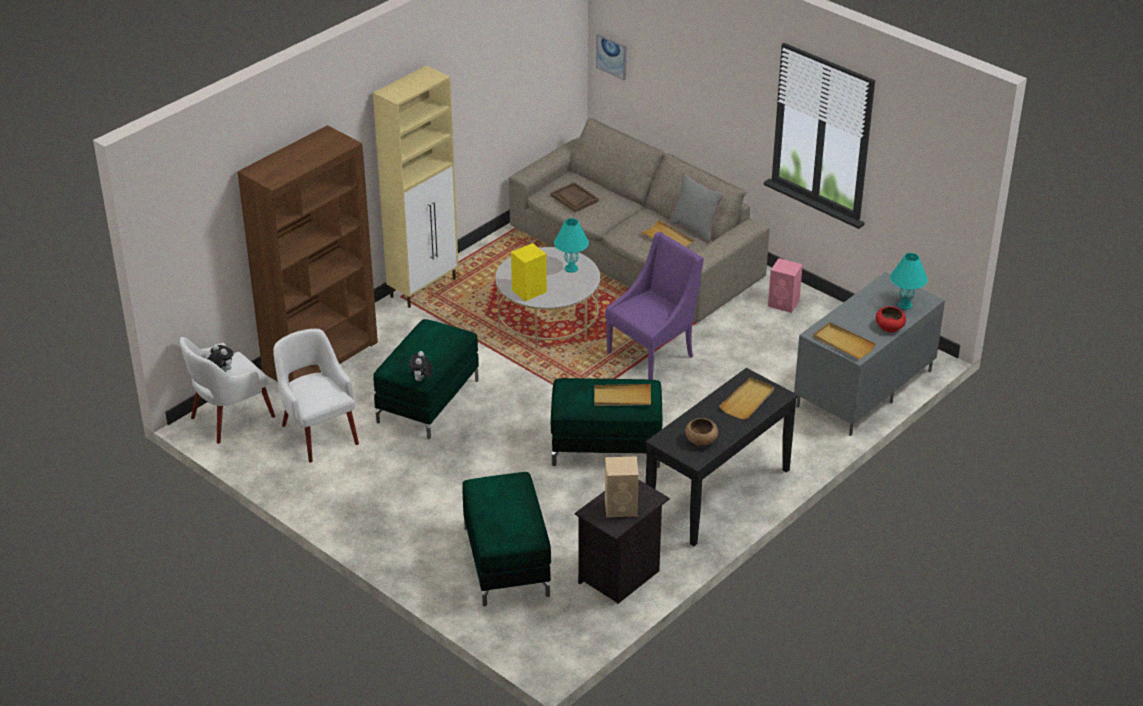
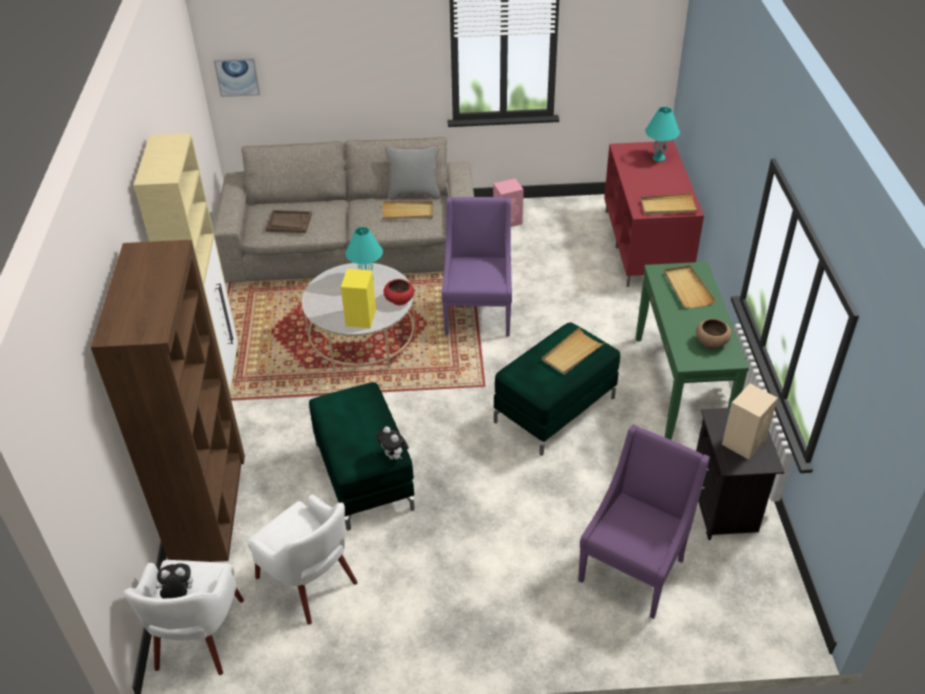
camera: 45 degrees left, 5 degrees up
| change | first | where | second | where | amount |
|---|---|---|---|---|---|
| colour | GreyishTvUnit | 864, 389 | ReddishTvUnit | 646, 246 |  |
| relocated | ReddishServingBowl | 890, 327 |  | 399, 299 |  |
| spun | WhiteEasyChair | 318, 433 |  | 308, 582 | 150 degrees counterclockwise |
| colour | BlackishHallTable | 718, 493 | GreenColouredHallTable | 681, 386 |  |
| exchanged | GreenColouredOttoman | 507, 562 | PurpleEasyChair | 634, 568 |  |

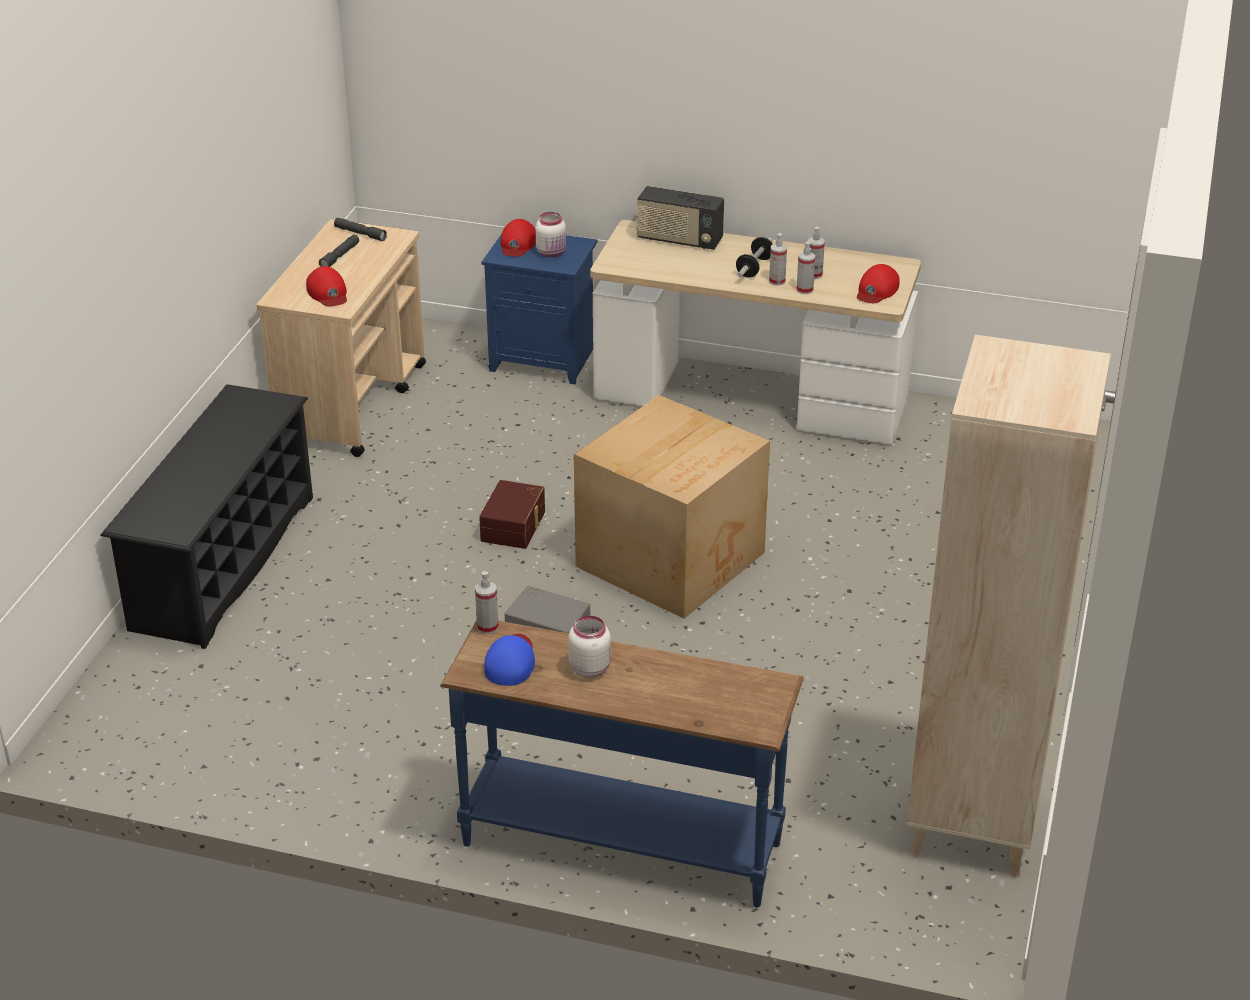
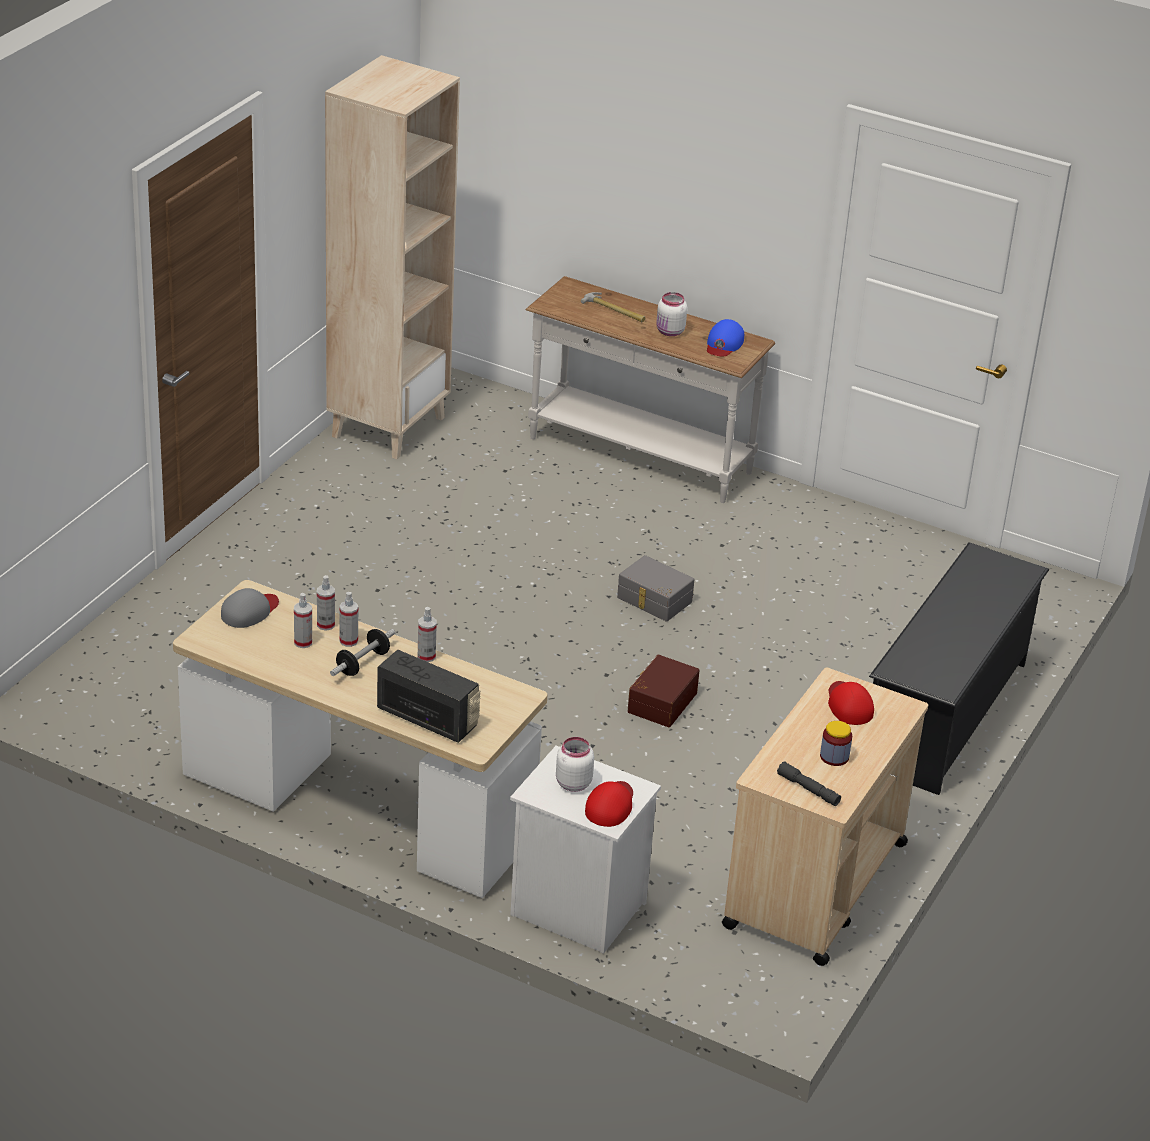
camera: 170 degrees left, 0 degrees up
| change | first | where | second | where | amount |
|---|---|---|---|---|---|
| colour | BlueColouredNightTable | 545, 359 | WhiteNightTable | 574, 909 |  |
| exchanged | GreyishFlashlight | 340, 256 | PreserveJar | 834, 757 |  |
| colour | ReddishBaseballCap | 876, 290 | GreyishBaseballCap | 249, 611 |  |
| missing | CardboardBox | 673, 559 |  |  |  |
| relocated | SprayBottle | 487, 627 |  | 426, 656 |  |
| colour | BlueColouredHallTable | 622, 842 | WhiteHallTable | 639, 456 |  |
| appeared |  |  | HandHammer | 614, 310 |  |

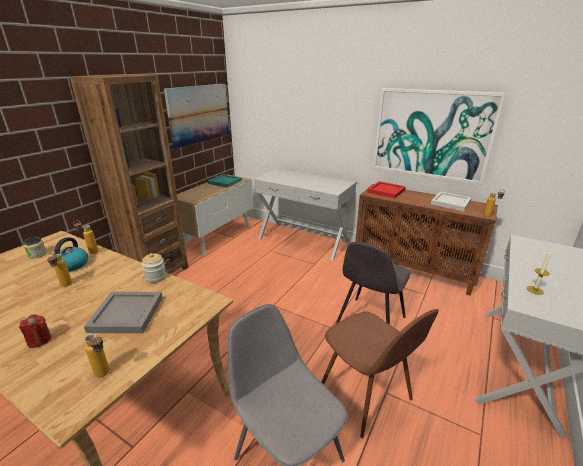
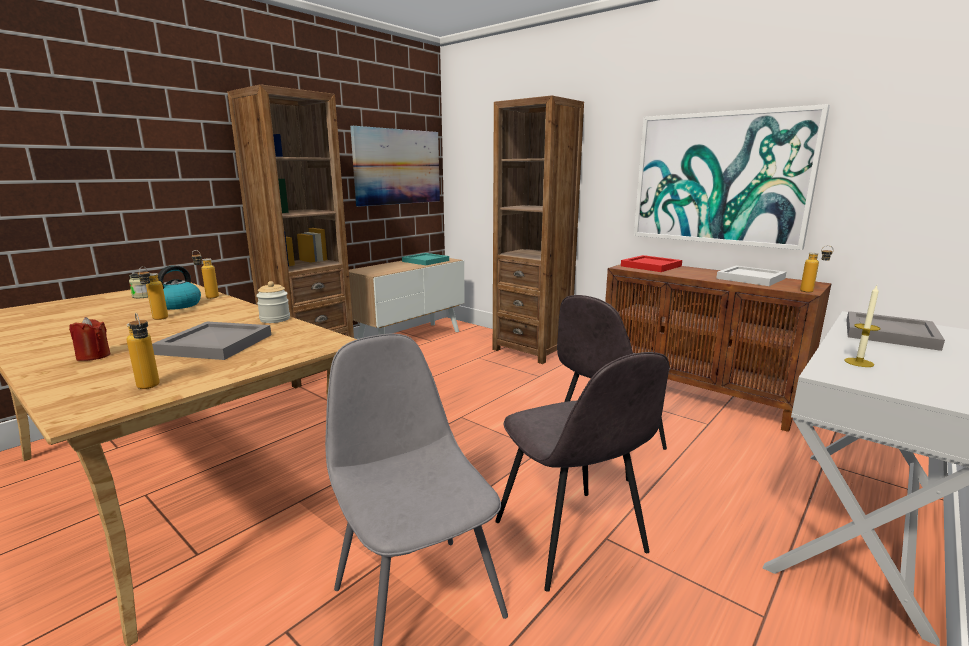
camera: 10 degrees right, 10 degrees down
| change | first | where | second | where | amount |
|---|---|---|---|---|---|
| exchanged | WhiteHallTable | 303, 240 | BrownColouredBookshelf | 532, 349 |  |
| colour | BrownColouredPlainChair | 366, 396 | GreyishPlainChair | 571, 539 |  |
| appeared |  |  | GreyishTray | 891, 334 |  |

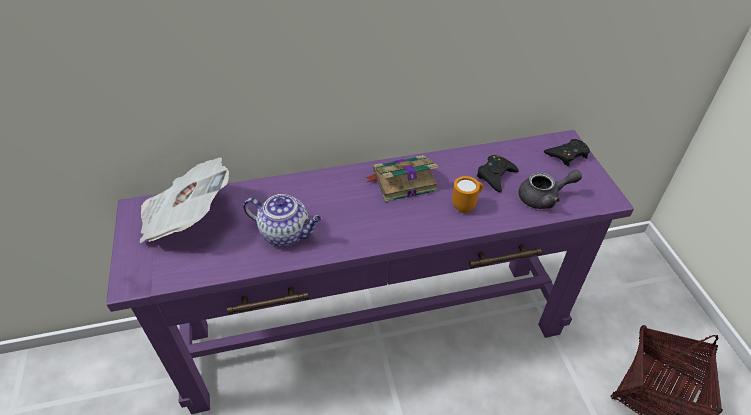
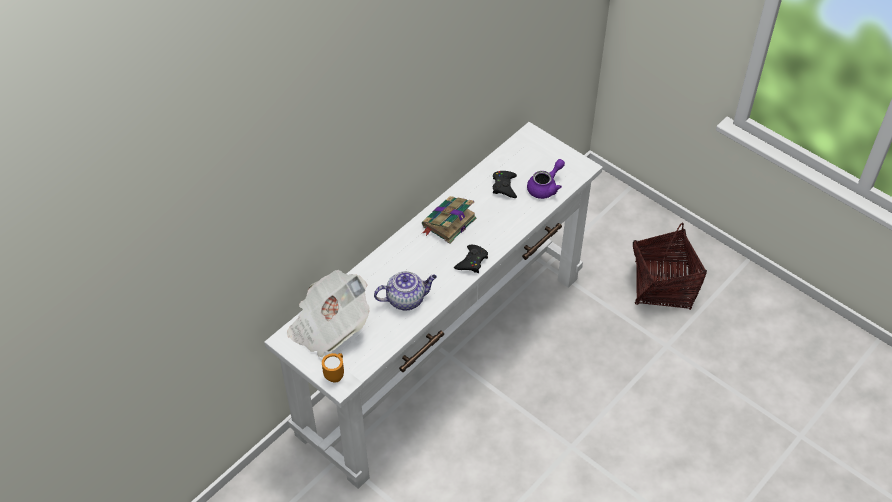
camera: 35 degrees left, 5 degrees up
| change | first | where | second | where | amount |
|---|---|---|---|---|---|
| colour | PurpleHallTable | 374, 331 | WhiteHallTable | 443, 353 |  |
| relocated | BlackishGameController | 567, 155 |  | 472, 261 |  |
| colour | GreyishPotForTea | 544, 198 | PurplePotForTea | 545, 187 |  |
| relocated | OrangeyTeaMug | 466, 206 |  | 335, 374 |  |

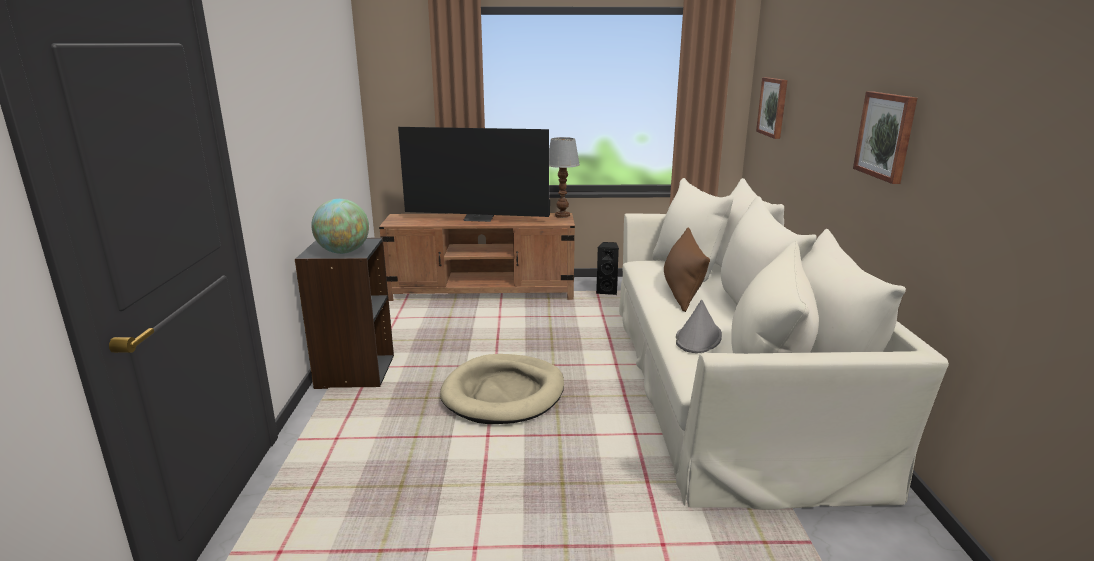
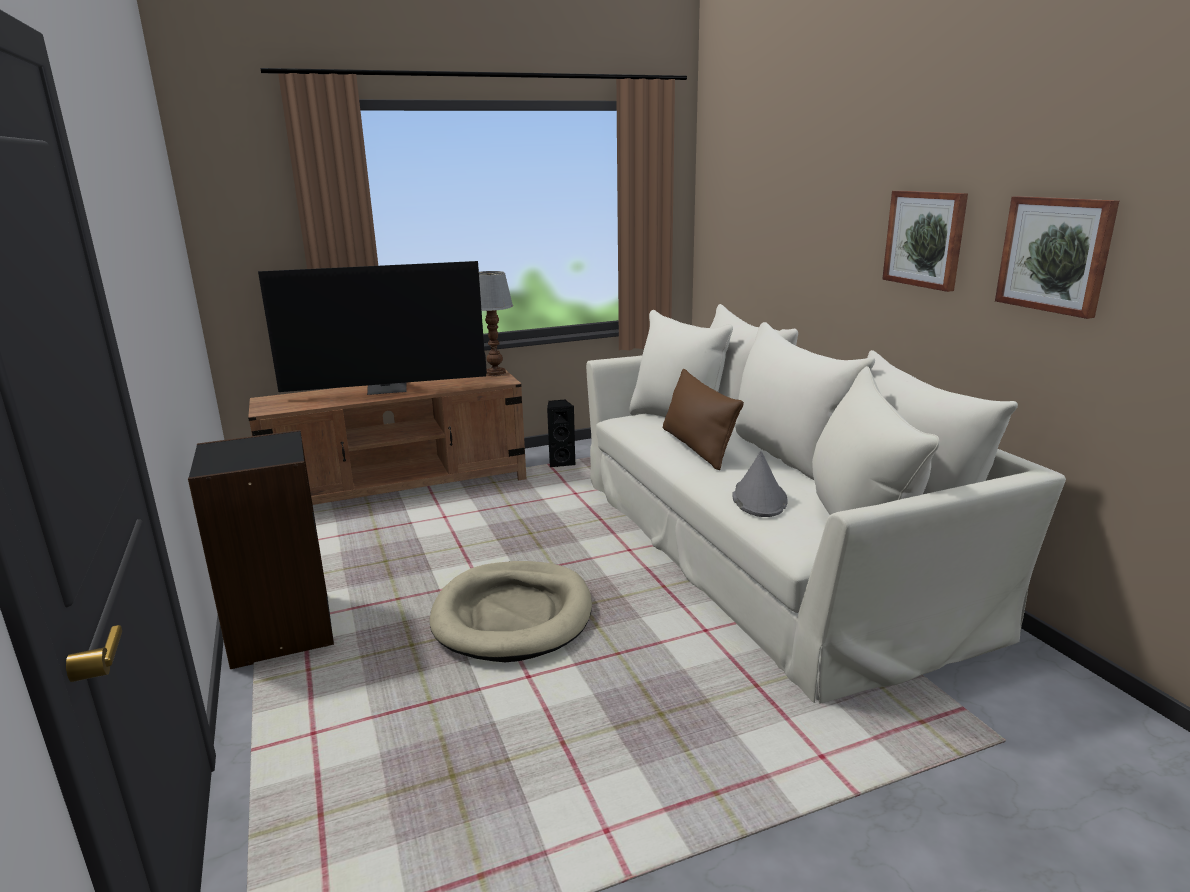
camera: 20 degrees left, 0 degrees up
| change | first | where | second | where | amount |
|---|---|---|---|---|---|
| relocated | Picture | 773, 107 |  | 1055, 254 |  |
| missing | Globe | 343, 252 |  |  |  |

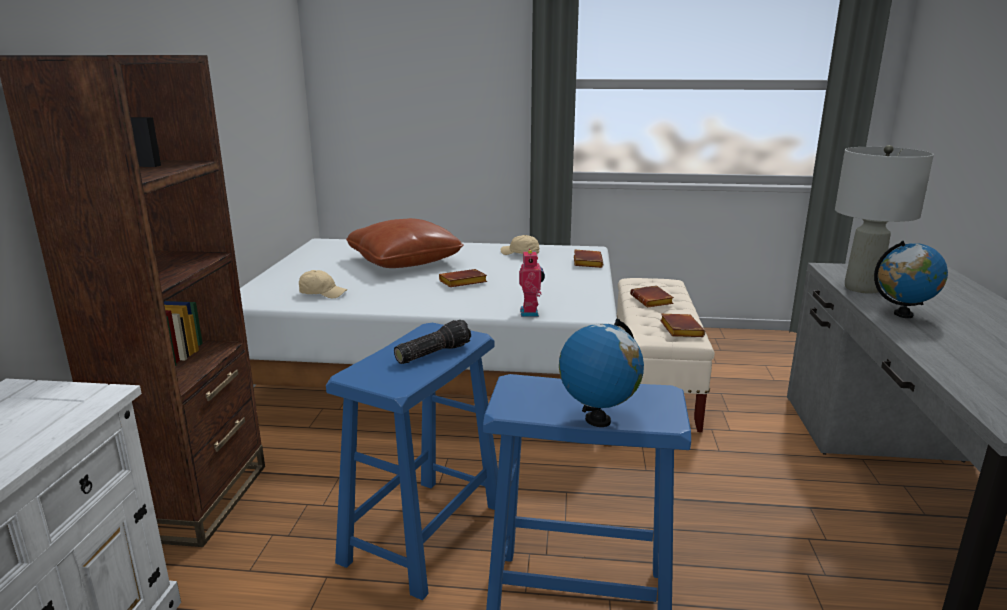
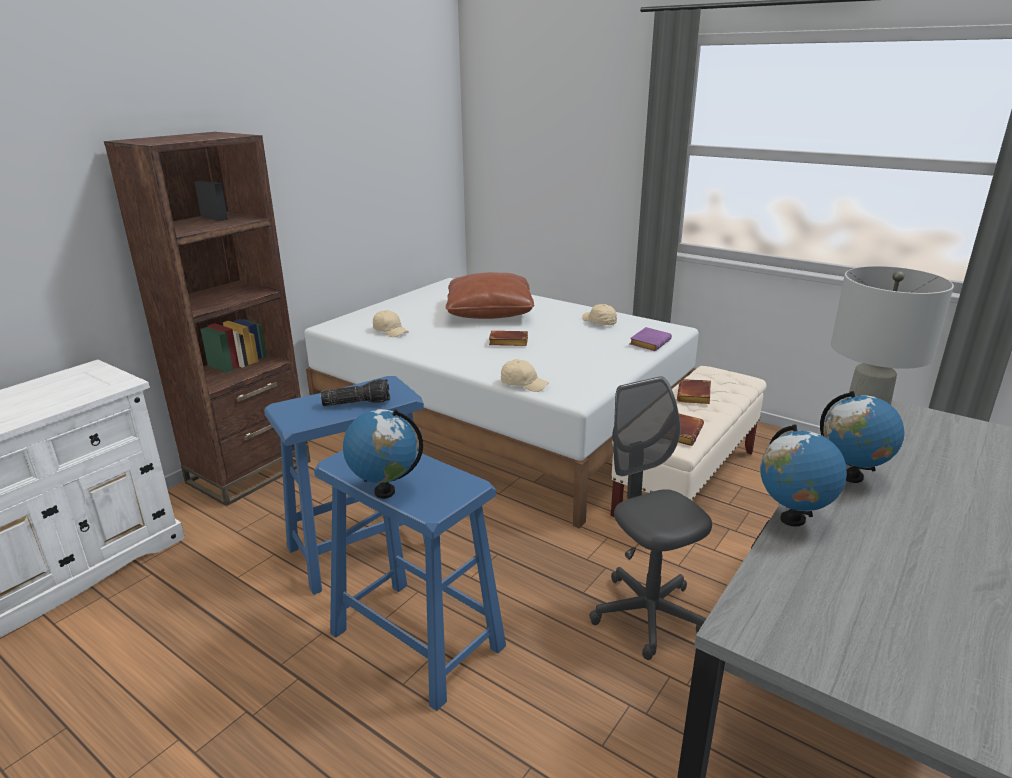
camera: 30 degrees right, 5 degrees up
| change | first | where | second | where | amount |
|---|---|---|---|---|---|
| exchanged | ModelRobot | 531, 313 | BeigeBaseballCap | 523, 384 |  |
| colour | BrownColouredBook | 586, 262 | PurpleBook | 649, 342 |  |
| appeared |  |  | GreyishComputerChair | 647, 615 |  |
| appeared |  |  | Globe | 792, 519 |  |

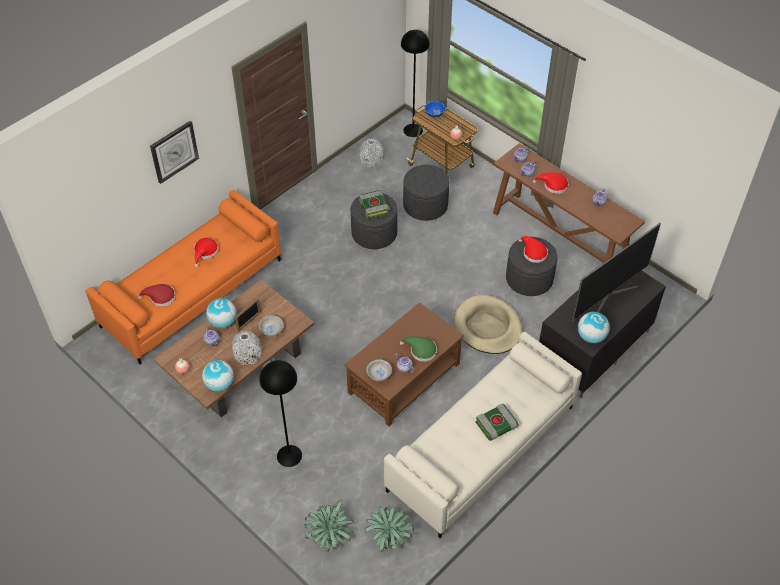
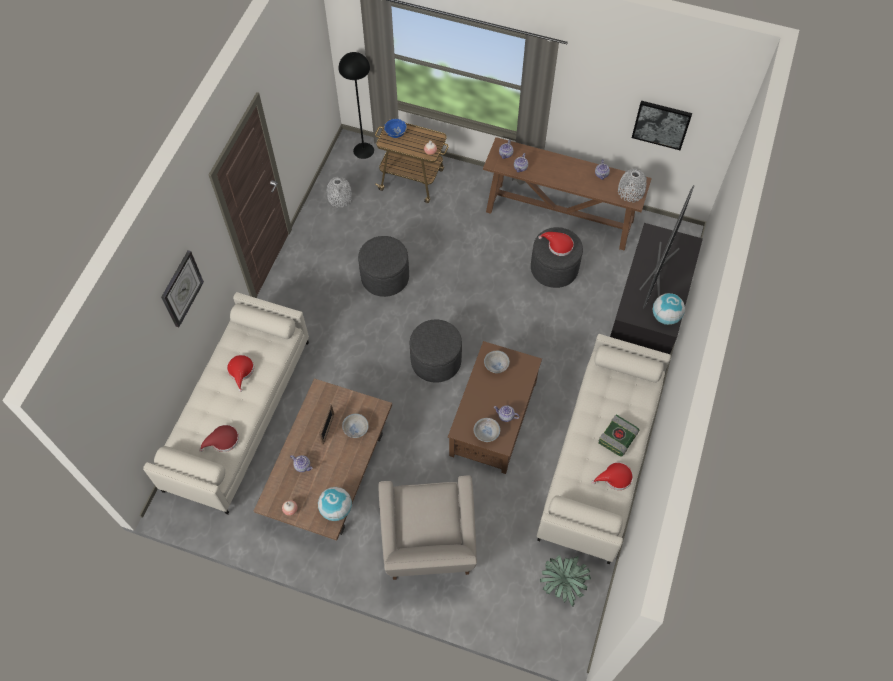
camera: 25 degrees left, 10 degrees up
| change | first | where | second | where | amount |
|---|---|---|---|---|---|
| relocated | GreyishOttoman | 425, 205 |  | 436, 361 |  |
| relocated | ReddishClothingHat | 553, 185 |  | 615, 478 |  |
| colour | OrangeyCouch | 192, 292 | BeigeCouch | 238, 413 |  |
| missing | Book | 375, 207 |  |  |  |
| missing | BeigePetBed | 487, 327 |  |  |  |
| missing | Globe | 223, 322 |  |  |  |
| relocated | GreyishVase | 248, 354 |  | 630, 192 |  |
| missing | GreenColouredClothingHat | 421, 350 |  |  |  |
| exchanged | BlackishStandingLamp | 289, 456 | BeigeEasyChair | 429, 545 |  |
| missing | Houseplant | 330, 534 |  |  |  |
| appeared |  |  | Picture | 661, 124 |  |
| appeared |  |  | WhiteServingBowl | 496, 366 |  |

